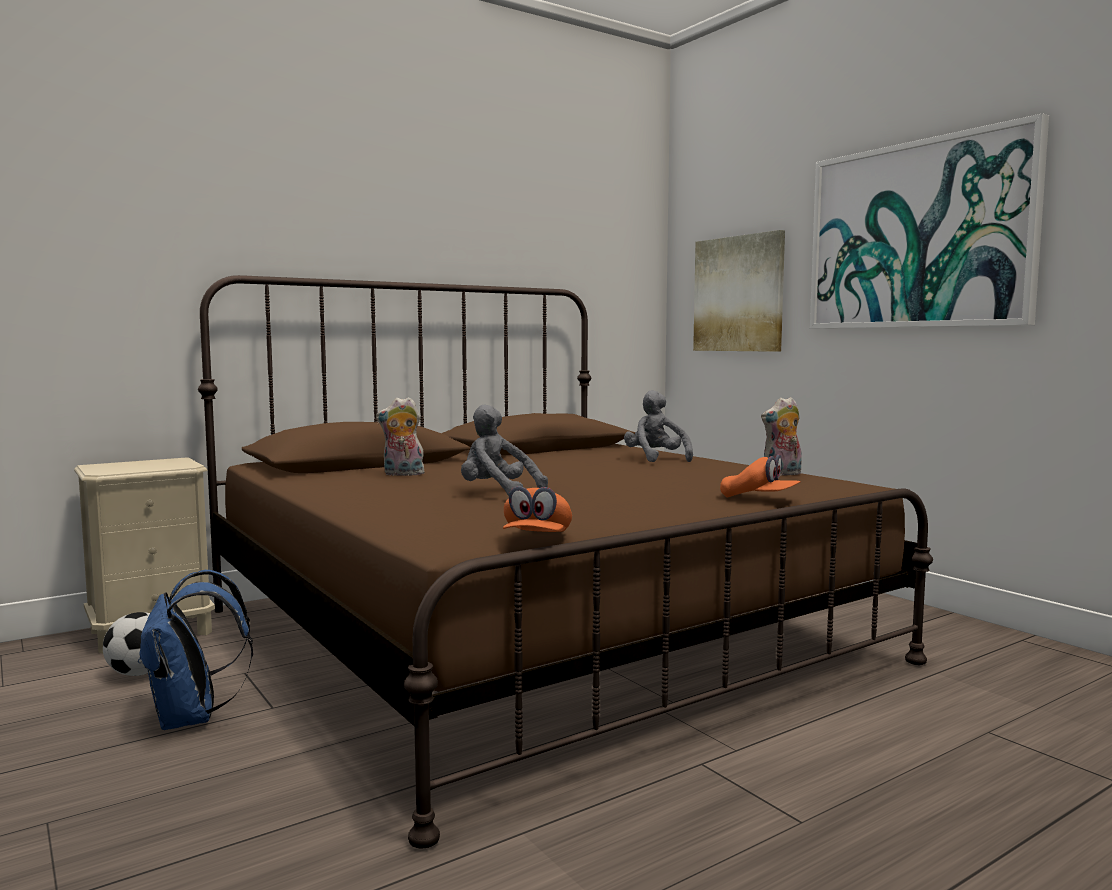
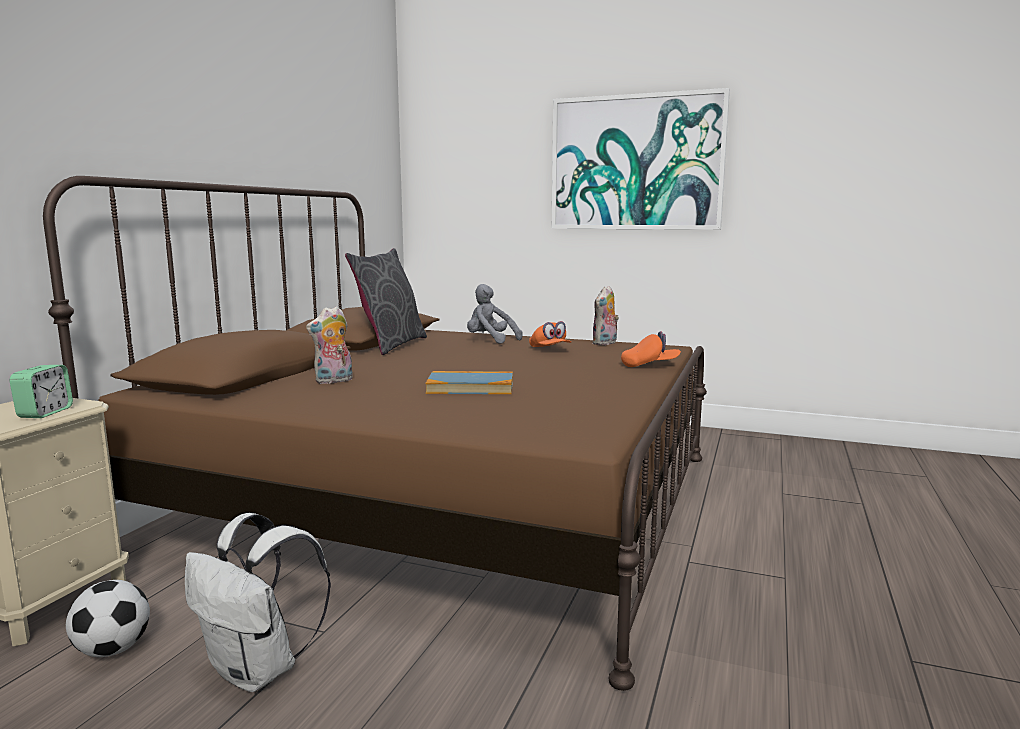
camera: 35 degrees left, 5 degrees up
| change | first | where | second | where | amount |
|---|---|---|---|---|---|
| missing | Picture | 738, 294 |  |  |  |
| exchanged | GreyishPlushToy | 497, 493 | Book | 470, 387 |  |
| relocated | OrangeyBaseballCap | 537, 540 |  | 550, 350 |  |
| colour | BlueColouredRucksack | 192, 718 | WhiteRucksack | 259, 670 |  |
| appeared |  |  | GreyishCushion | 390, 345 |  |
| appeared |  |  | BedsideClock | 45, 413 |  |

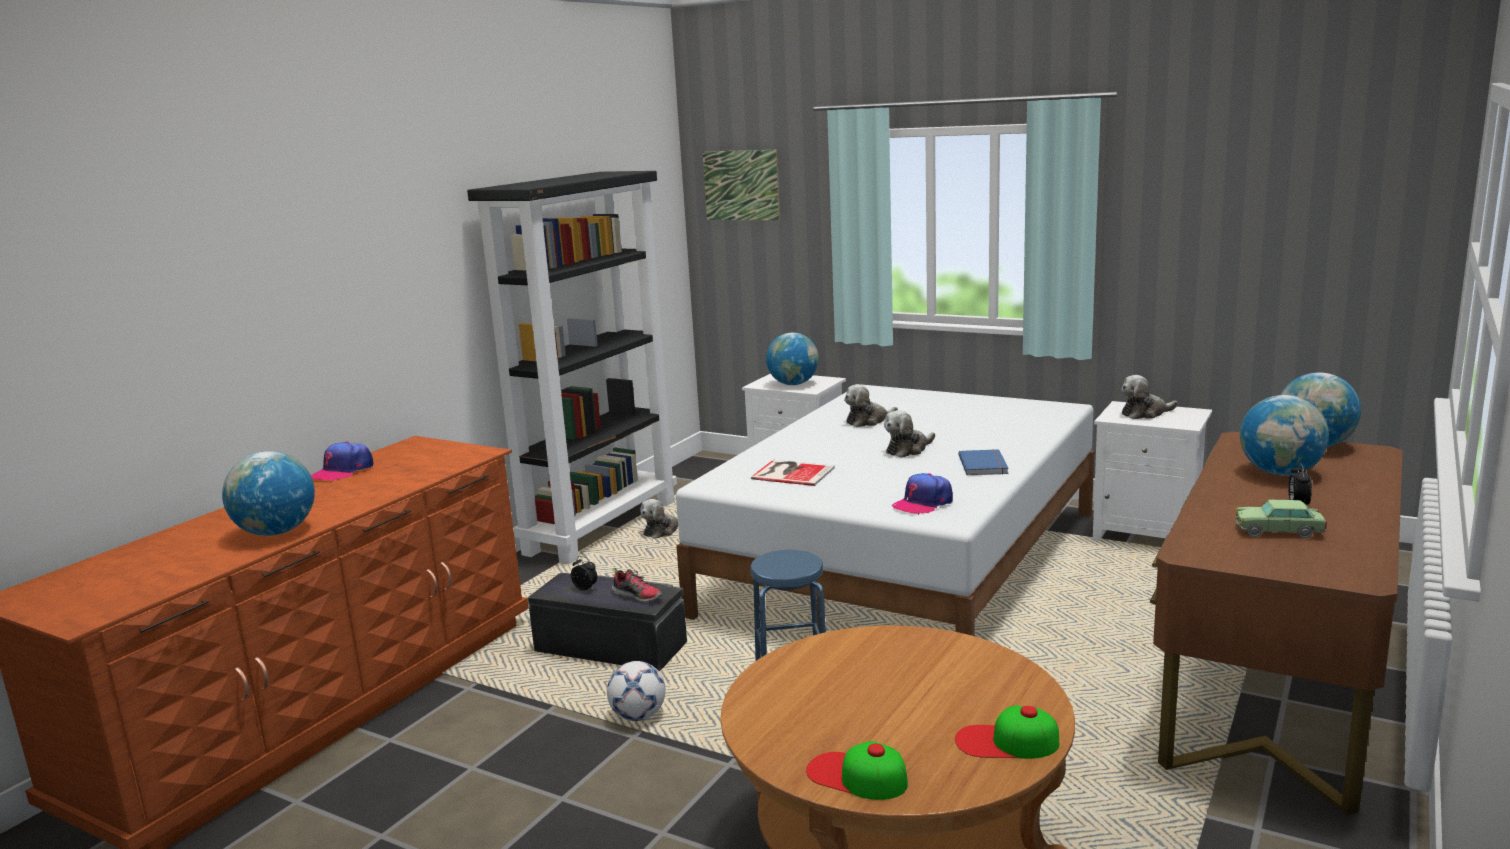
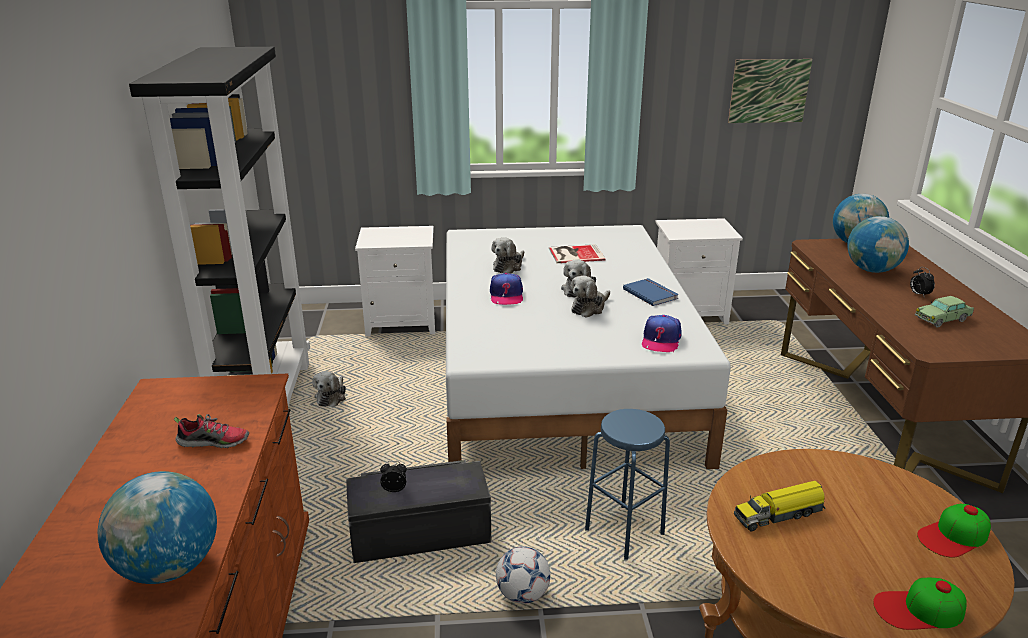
camera: 35 degrees left, 10 degrees up
| change | first | where | second | where | amount |
|---|---|---|---|---|---|
| relocated | Picture | 741, 185 |  | 769, 91 |  |
| missing | Globe | 793, 384 |  |  |  |
| relocated | PlushToy | 1145, 413 |  | 589, 308 |  |
| relocated | BaseballCap | 343, 471 |  | 506, 295 |  |
| relocated | Book | 791, 473 |  | 574, 254 |  |
| relocated | LowShoe | 638, 596 |  | 214, 442 |  |
| appeared |  |  | ToyLorry | 779, 514 |  |

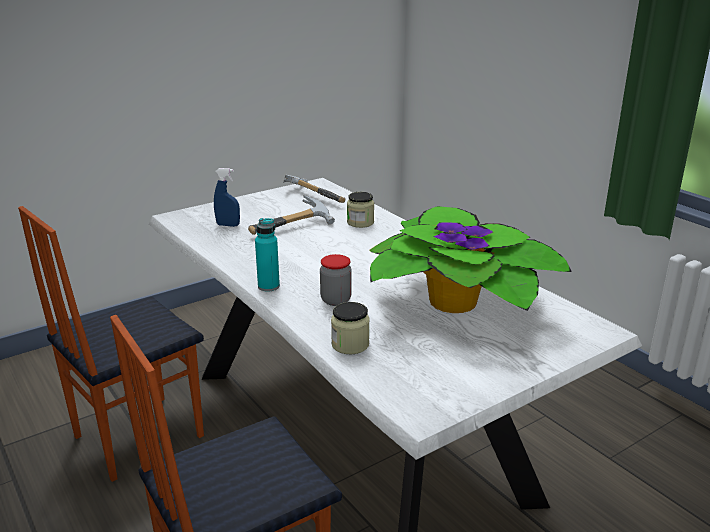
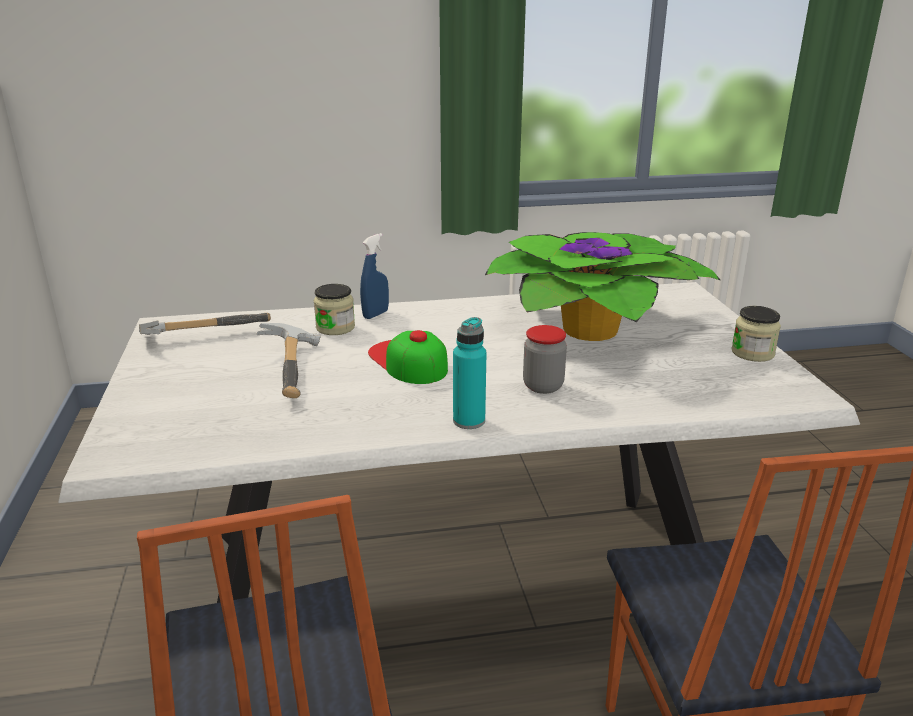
camera: 65 degrees left, 0 degrees up
| change | first | where | second | where | amount |
|---|---|---|---|---|---|
| relocated | BlueColouredSprayBottle | 228, 225 |  | 375, 314 |  |
| relocated | PreserveJar | 350, 344 |  | 752, 353 |  |
| appeared |  |  | BaseballCap | 408, 361 |  |

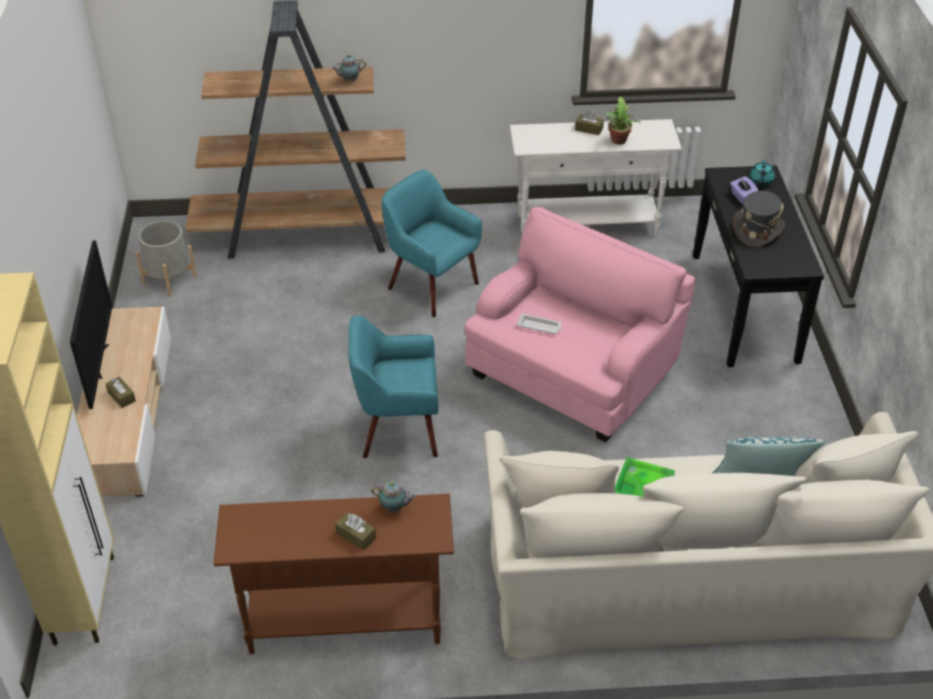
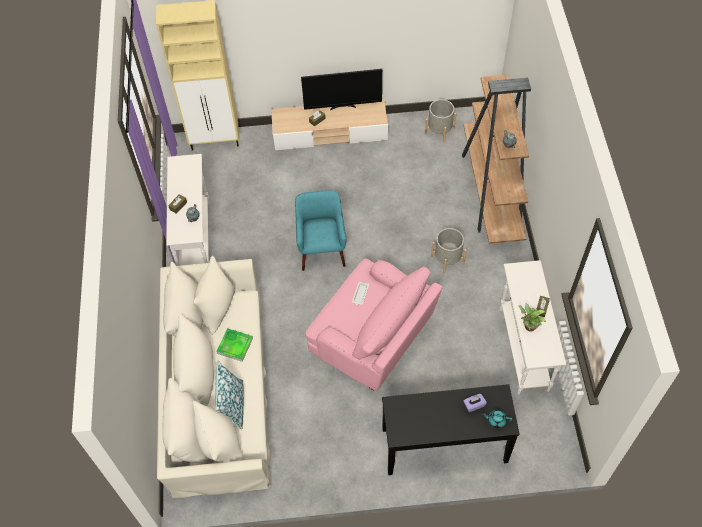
camera: 90 degrees right, 15 degrees up
| change | first | where | second | where | amount |
|---|---|---|---|---|---|
| exchanged | TurquoiseColouredEasyChair | 431, 286 | GreyishFlowerPot | 447, 259 |  |
| missing | GreyishClothingHat | 757, 230 |  |  |  |
| colour | BrownColouredHallTable | 344, 622 | WhiteHallTable | 196, 238 |  |

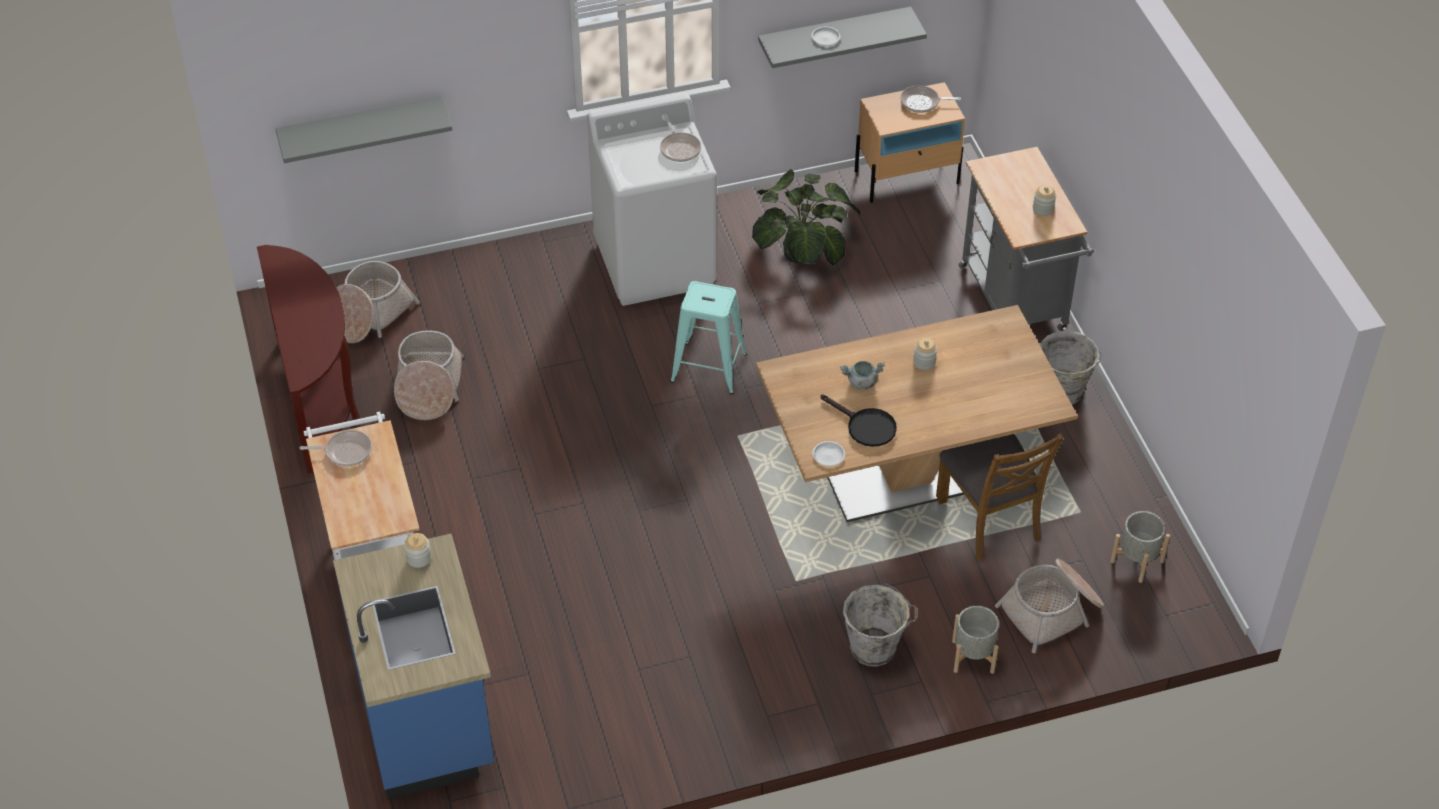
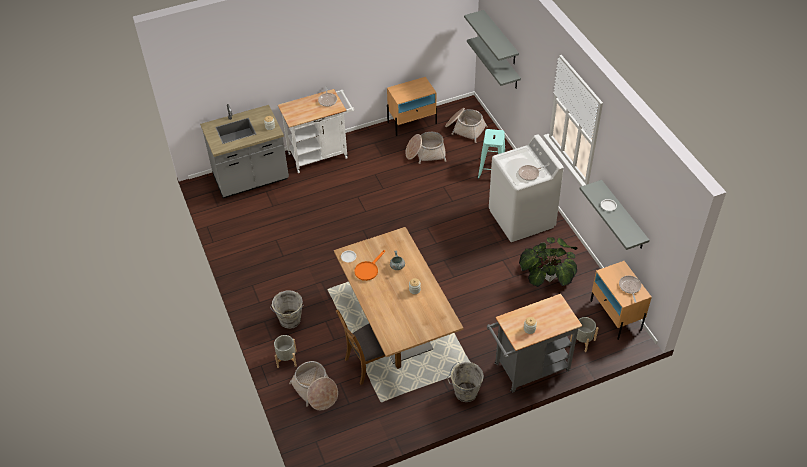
camera: 85 degrees right, 0 degrees up
| change | first | where | second | where | amount |
|---|---|---|---|---|---|
| exchanged | BrownColouredHallTable | 319, 400 | BeigeNightTable | 412, 122 |  |
| relocated | TurquoiseColouredSittingStool | 708, 368 |  | 491, 170 |  |
| colour | BlackishSkillet | 865, 426 | OrangeySkillet | 368, 269 |  |
| relocated | GreyishFlowerPot | 1137, 561 |  | 582, 341 |  |
| colour | BlueColouredKitchenBaseUnit | 427, 716 | GreyishKitchenBaseUnit | 251, 179 |  |
| appeared |  |  | GreyishWallShelf | 500, 38 |  |

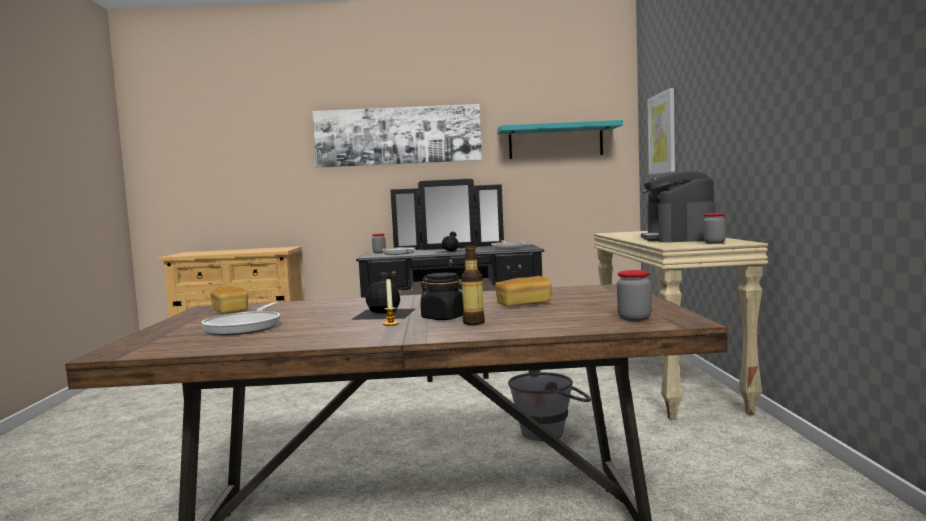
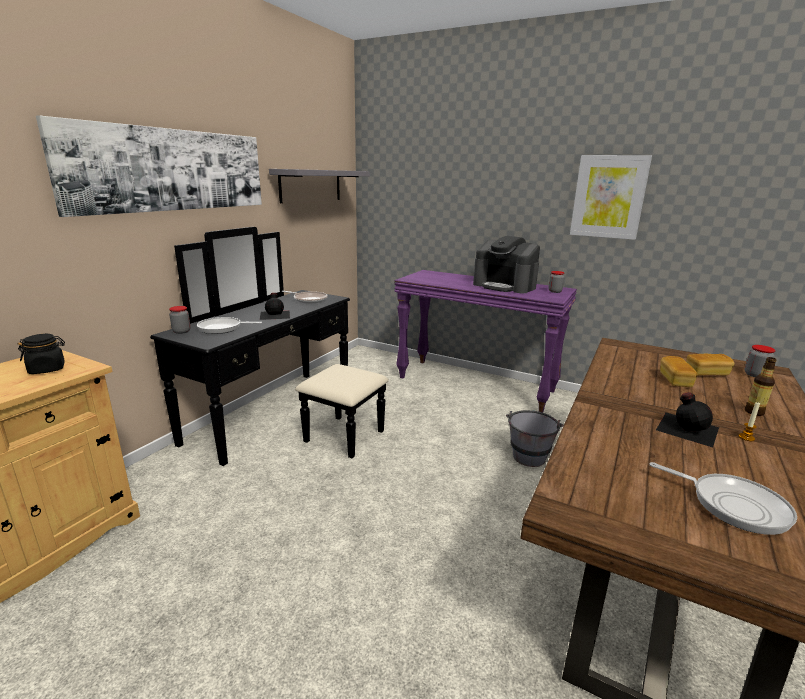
camera: 60 degrees left, 15 degrees up
| change | first | where | second | where | amount |
|---|---|---|---|---|---|
| relocated | Picture | 662, 133 |  | 608, 197 |  |
| colour | TurquoiseColouredWallShelf | 555, 141 | GreyishWallShelf | 311, 185 |  |
| colour | BeigeHallTable | 669, 382 | PurpleHallTable | 476, 384 |  |
| relocated | BlackishPreserveJar | 444, 318 |  | 47, 369 |  |
| relocated | Bread | 230, 311 |  | 706, 373 |  |

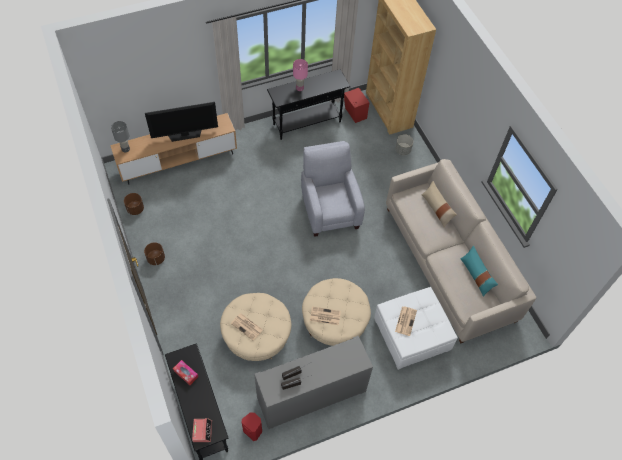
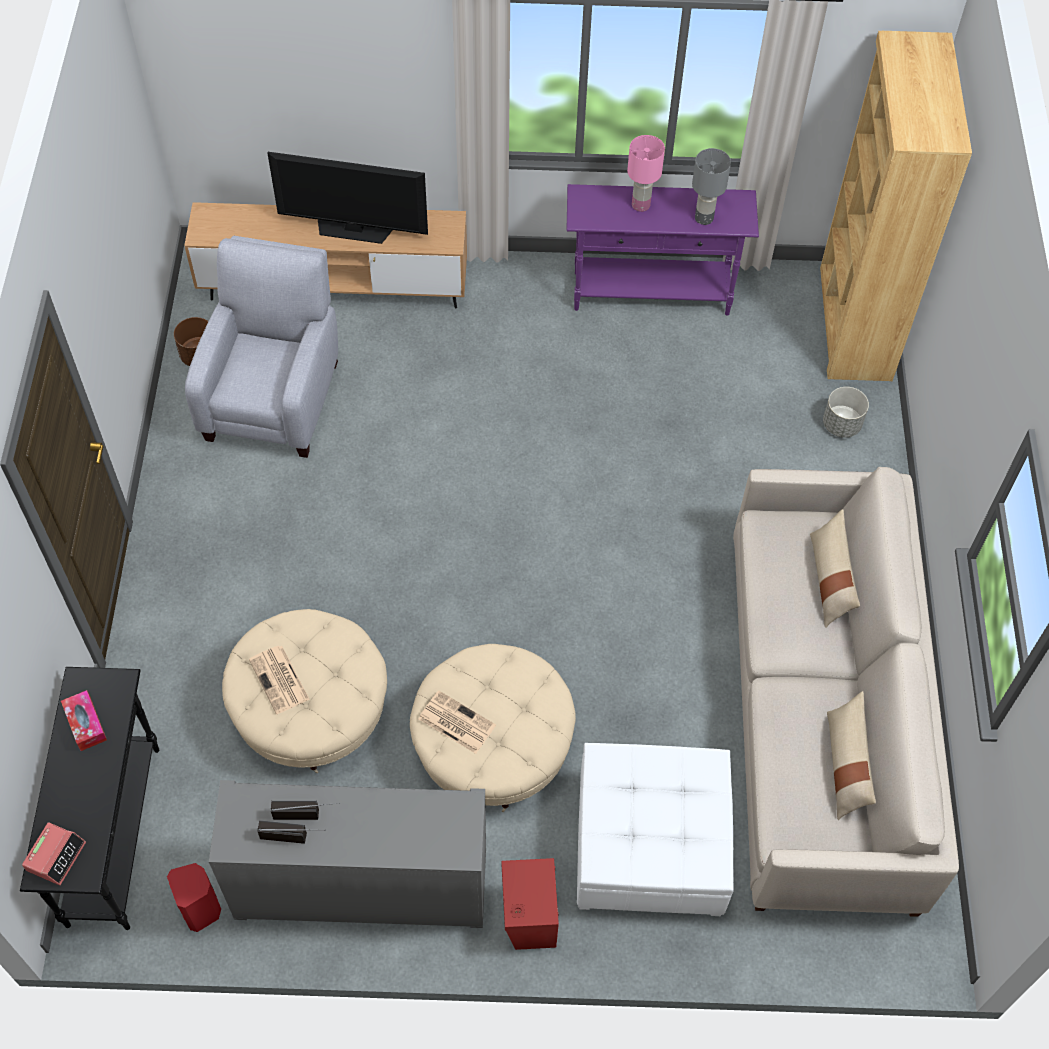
camera: 25 degrees right, 0 degrees up
| change | first | where | second | where | amount |
|---|---|---|---|---|---|
| colour | BlackishHallTable | 307, 123 | PurpleHallTable | 652, 294 |  |
| relocated | ReddishAudioSpeaker | 355, 114 |  | 529, 917 |  |
| relocated | GreyishLampForATable | 125, 149 |  | 703, 218 |  |
| relocated | GreyishEasyChair | 329, 208 |  | 275, 396 |  |
| missing | BrownColouredFlowerPot | 156, 258 |  |  |  |
| colour | TurquoiseColouredCushion | 476, 275 | BeigeCushion | 845, 765 |  |
| missing | PrintedPaper | 405, 320 |  |  |  |

